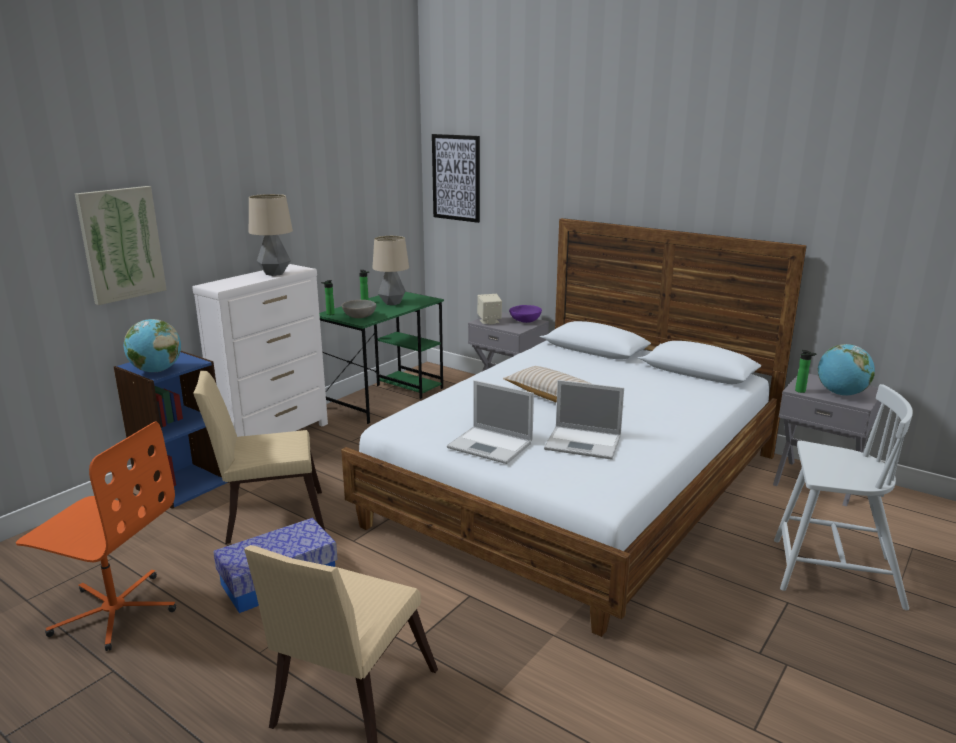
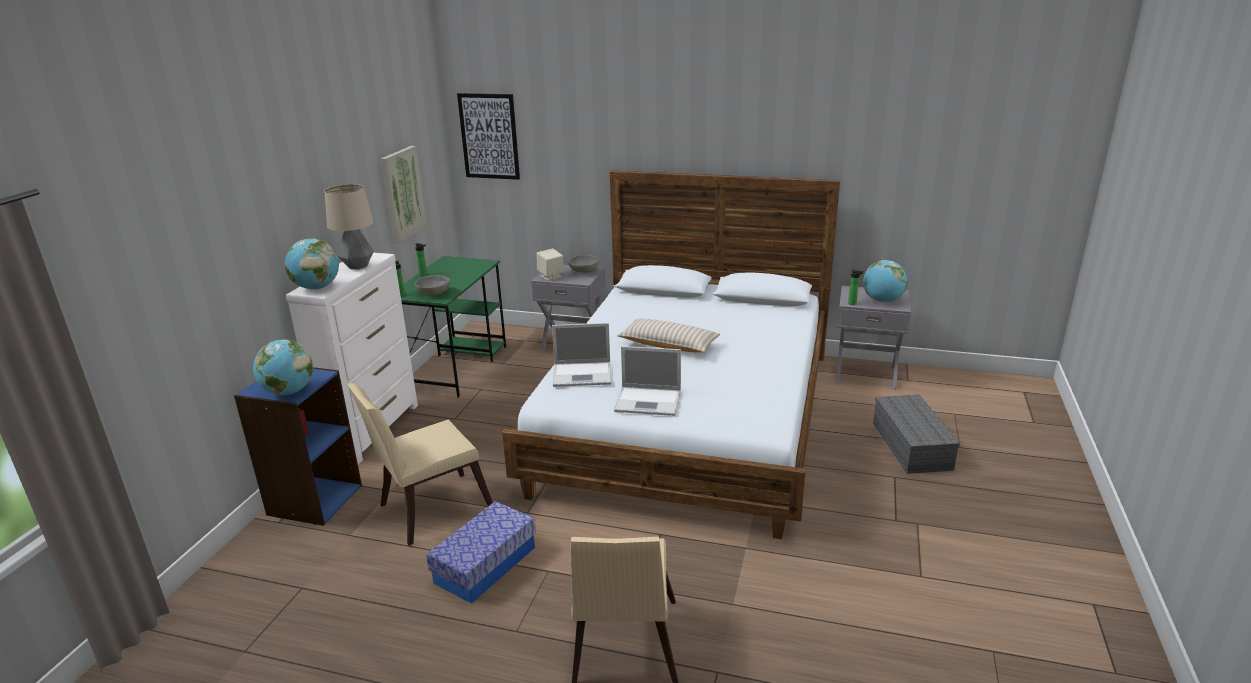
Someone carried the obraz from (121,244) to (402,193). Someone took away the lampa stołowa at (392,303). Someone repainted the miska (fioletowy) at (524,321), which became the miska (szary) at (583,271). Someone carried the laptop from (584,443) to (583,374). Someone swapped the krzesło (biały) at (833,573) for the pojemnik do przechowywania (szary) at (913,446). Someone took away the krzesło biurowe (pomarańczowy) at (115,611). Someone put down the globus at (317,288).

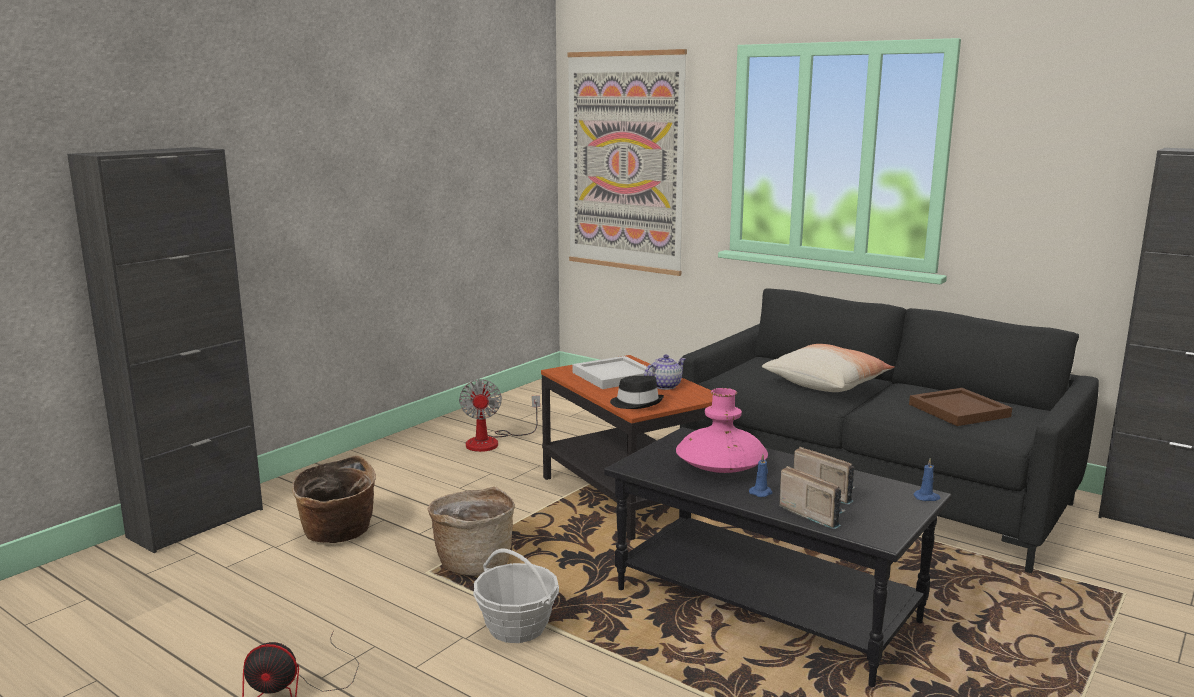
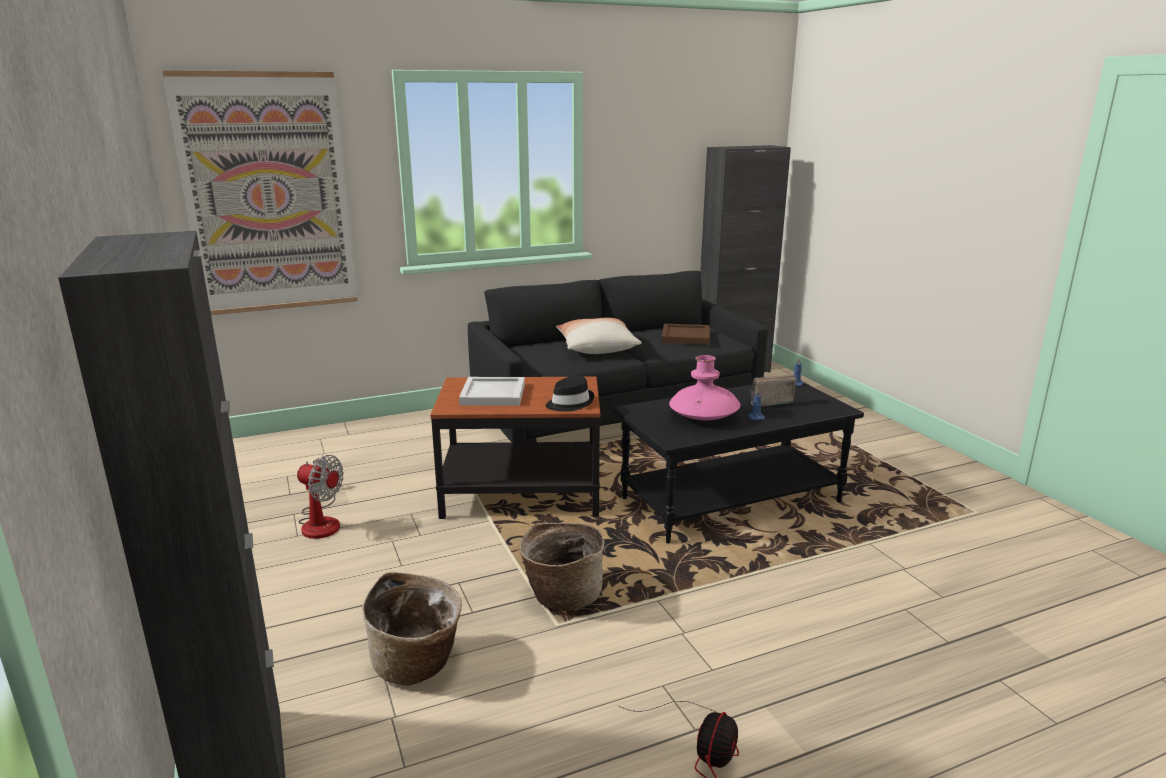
Someone took away the imbryk at (664,386). Someone took away the radio at (813,514). Someone took away the koszyk at (517,627).

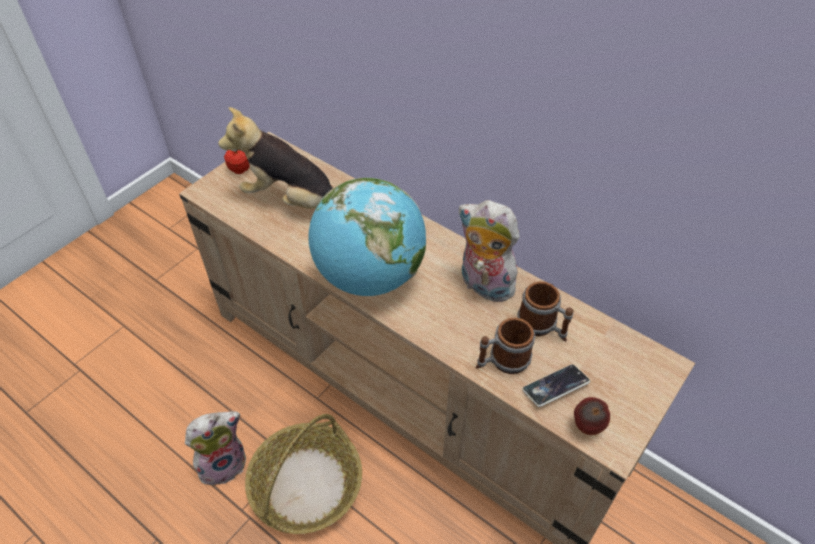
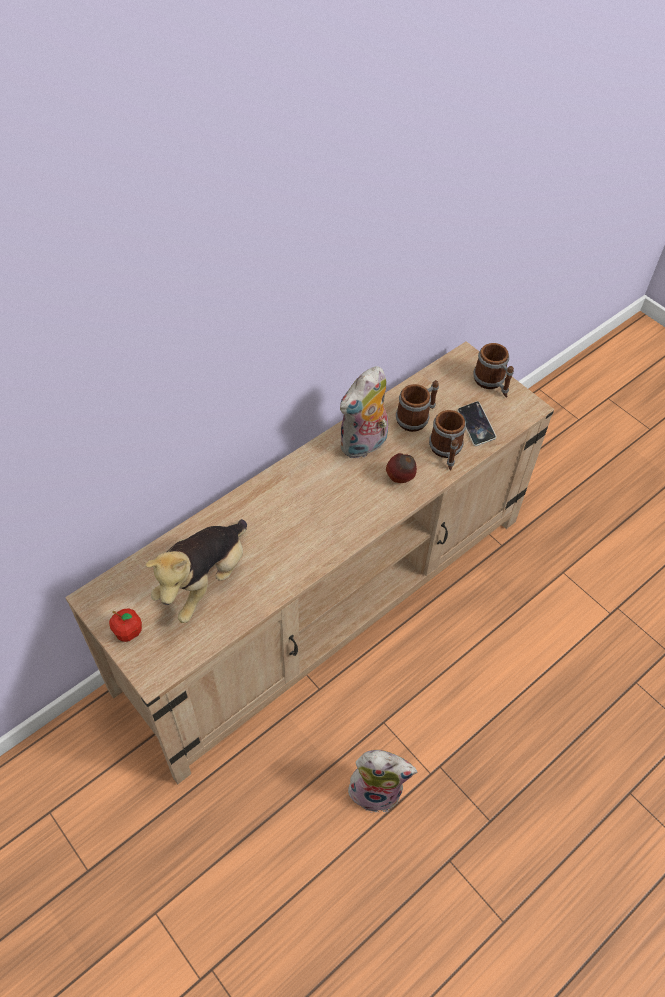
Someone took away the globus at (369,276). Someone carried the jabłko from (587,427) to (400,479). Someone rotated the pluszak at (223,463) by 120 degrees clockwise. Someone took away the koszyk at (306,484). Someone put down the kubek at (492,383).

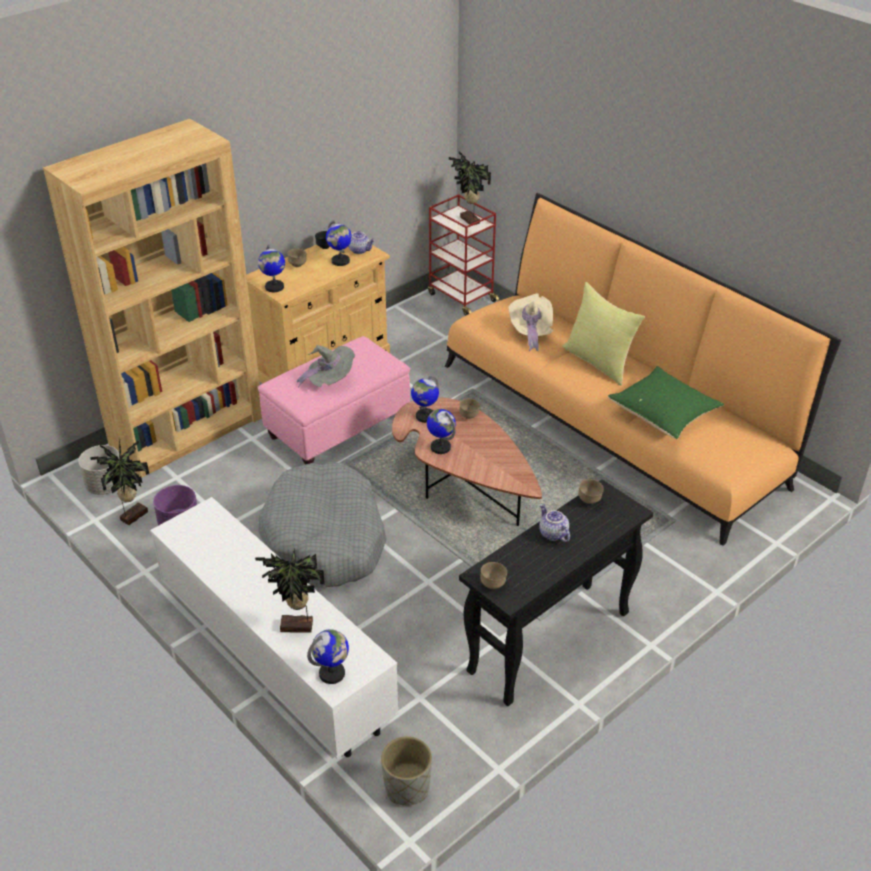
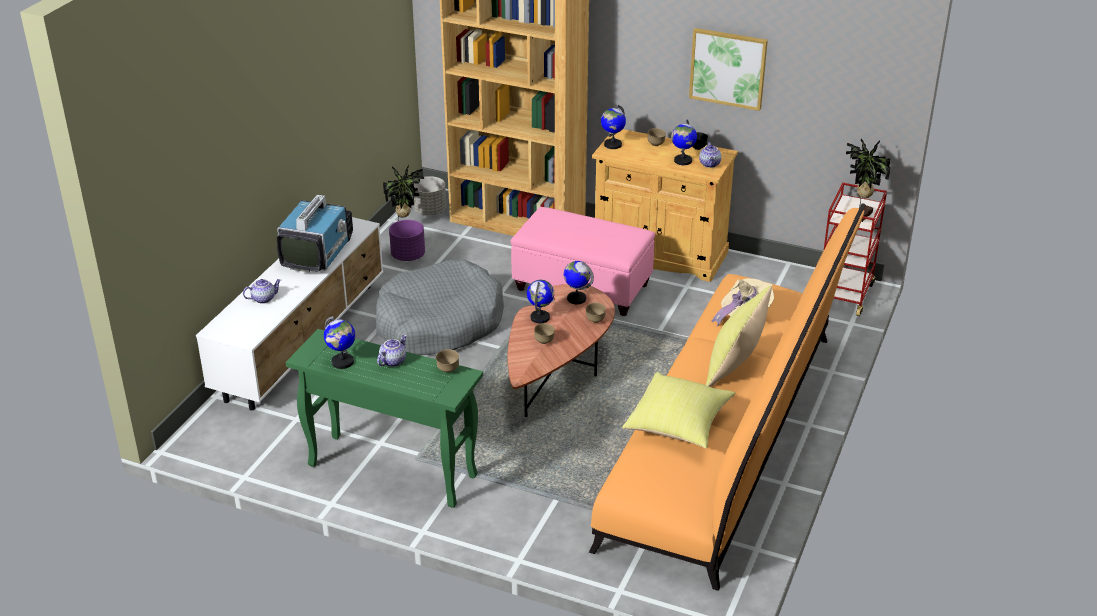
Someone took away the kapelusz (szary) at (330,381). Someone repainted the poduszka (zielony) at (664,415), which became the poduszka (żółty) at (678,425). Someone repainted the stolik konsolowy (czarny) at (548,643), which became the stolik konsolowy (zielony) at (390,470). Someone swapped the roślina doniczkowa at (297,628) for the imbryk at (263,298). Someone carried the miska (brązowy) from (493,584) to (544,342). Someone carried the globus from (332,673) to (342,362). Someone took away the donica (szary) at (407,787). Someone put up the obraz at (728,68). Someone put down the telewizor at (318,253).

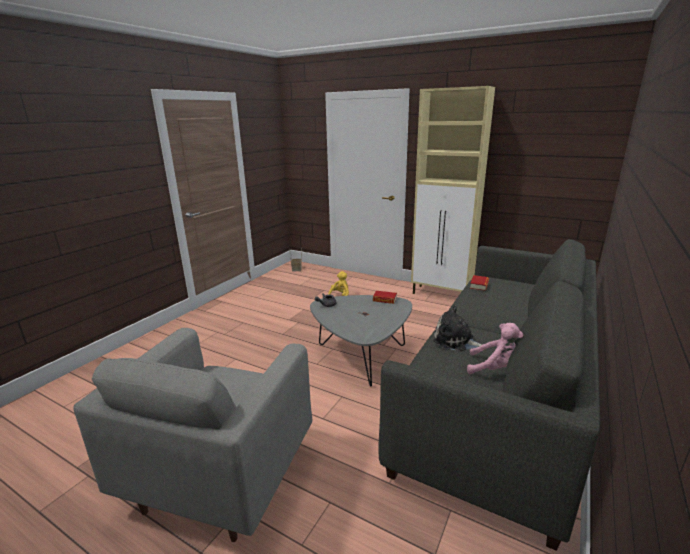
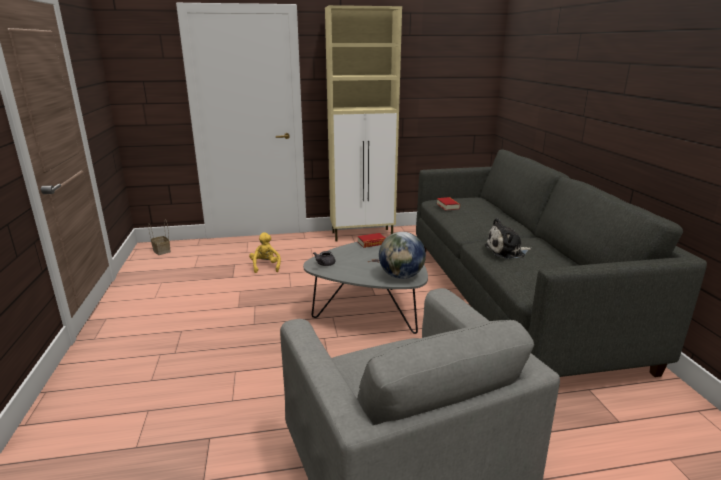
Someone took away the pluszak (różowy) at (494,368). Someone put down the globus at (401,276).

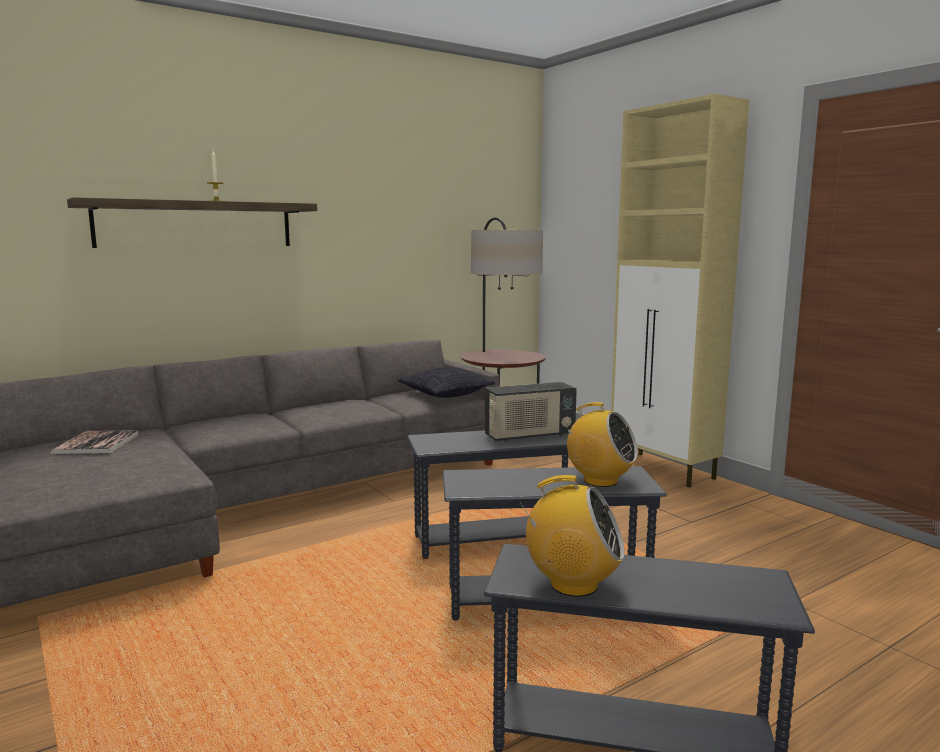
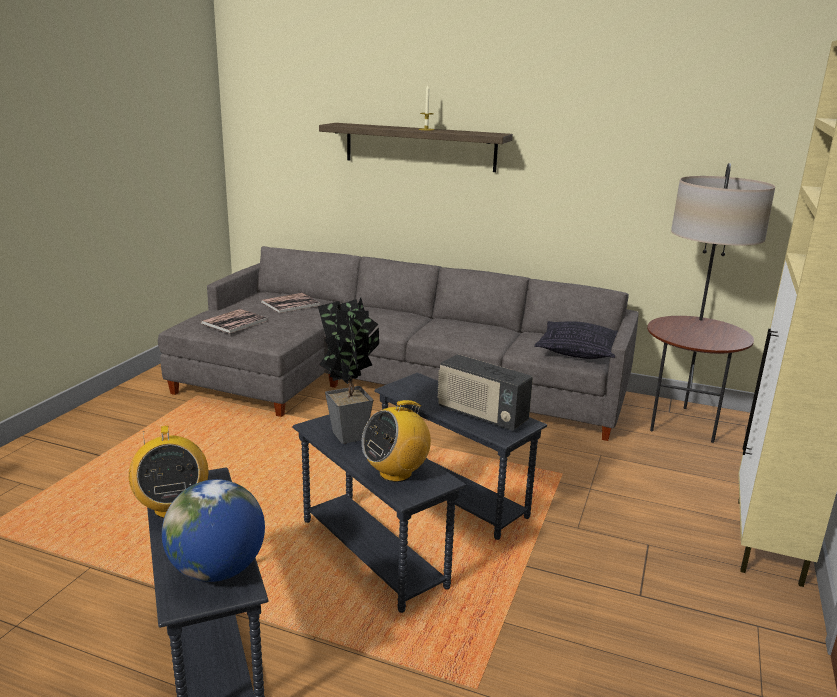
Someone rotated the radio at (600,481) by 60 degrees clockwise. Someone put down the roślina doniczkowa at (350,432). Someone put down the książka at (234,322). Someone put down the globus at (218,570).

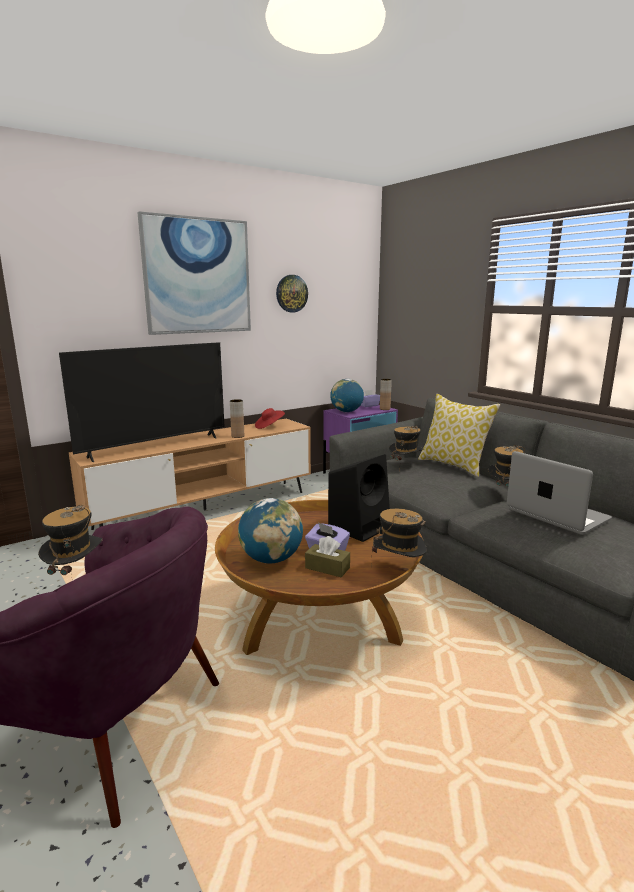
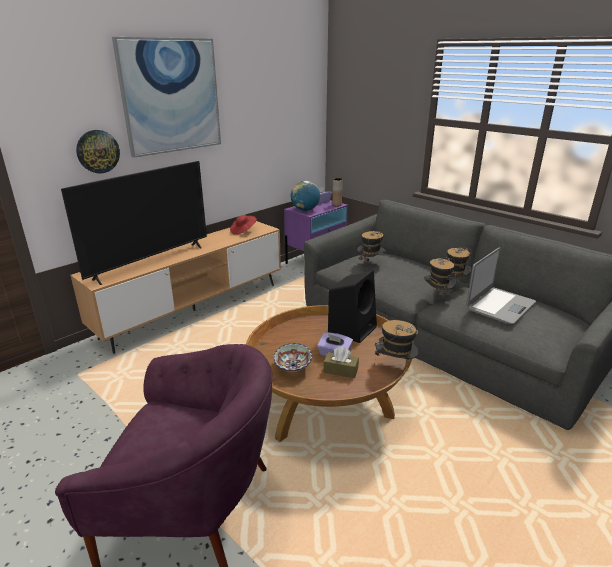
Someone carried the zegar ścienny from (291,293) to (98,151). Someone took away the poduszka at (454,465). Someone took away the wazon (brązowy) at (237,436). Someone rotated the laptop at (556,515) by 90 degrees clockwise. Someone swapped the globus at (271,559) for the miska at (293,367). Someone carried the kapelusz from (75,576) to (437,296).

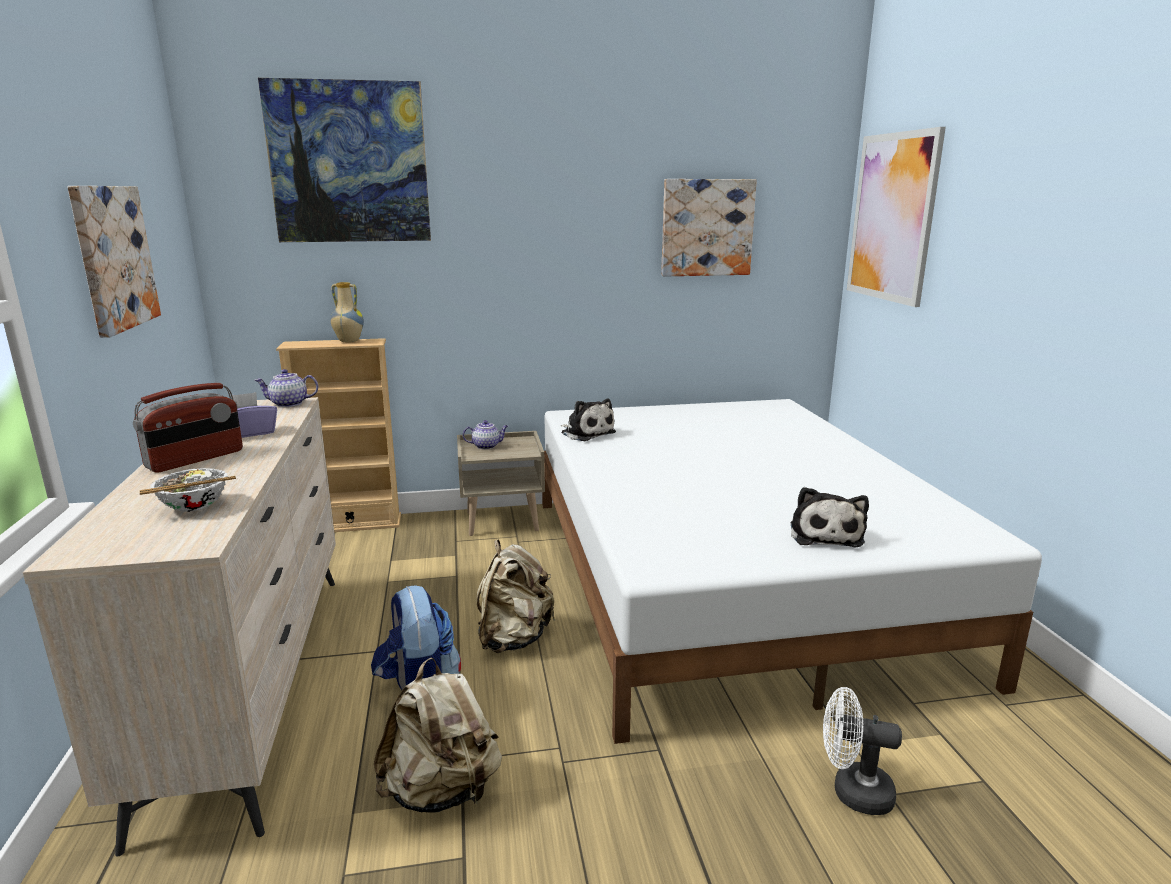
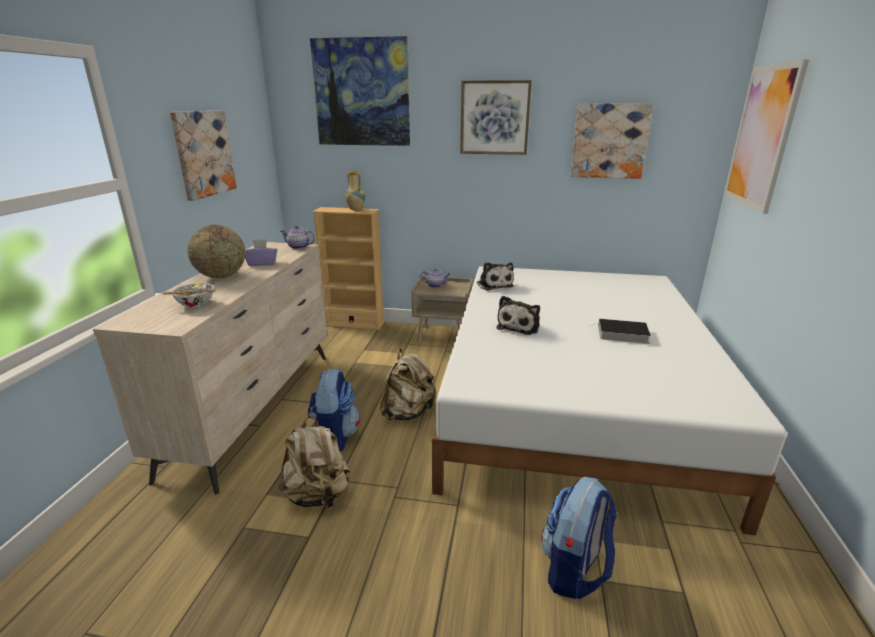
Someone swapped the radio at (196,459) for the globus at (221,276). Someone carried the pluszak from (825,534) to (519,326). Someone swapped the wentylator (biały) at (852,791) for the plecak at (574,570). Someone put up the obraz at (494,118). Someone put down the książka at (621,334).

